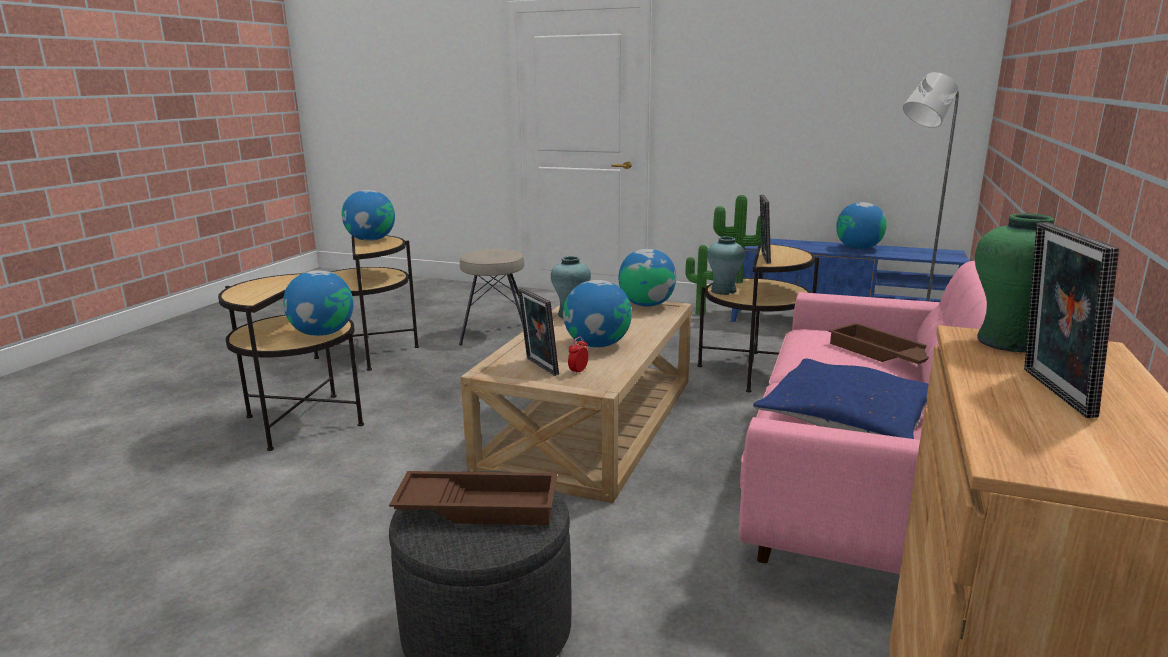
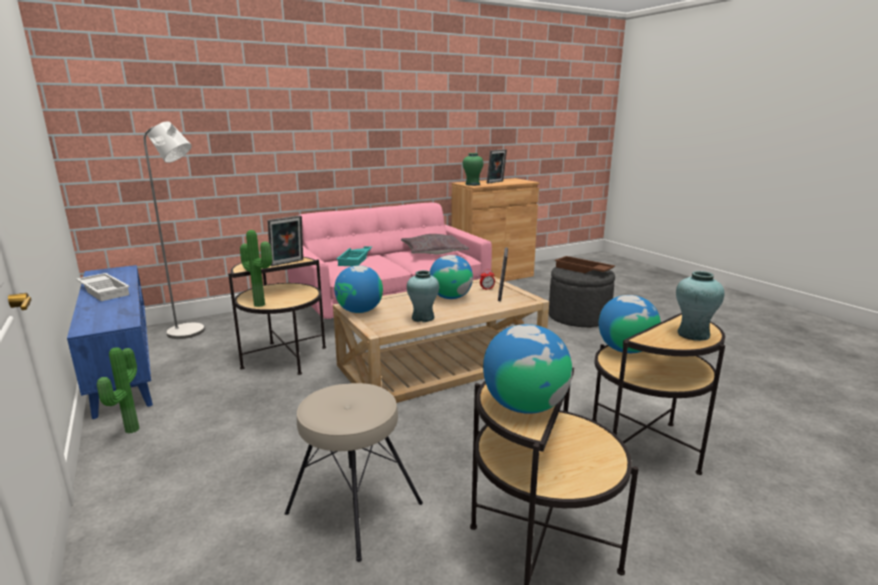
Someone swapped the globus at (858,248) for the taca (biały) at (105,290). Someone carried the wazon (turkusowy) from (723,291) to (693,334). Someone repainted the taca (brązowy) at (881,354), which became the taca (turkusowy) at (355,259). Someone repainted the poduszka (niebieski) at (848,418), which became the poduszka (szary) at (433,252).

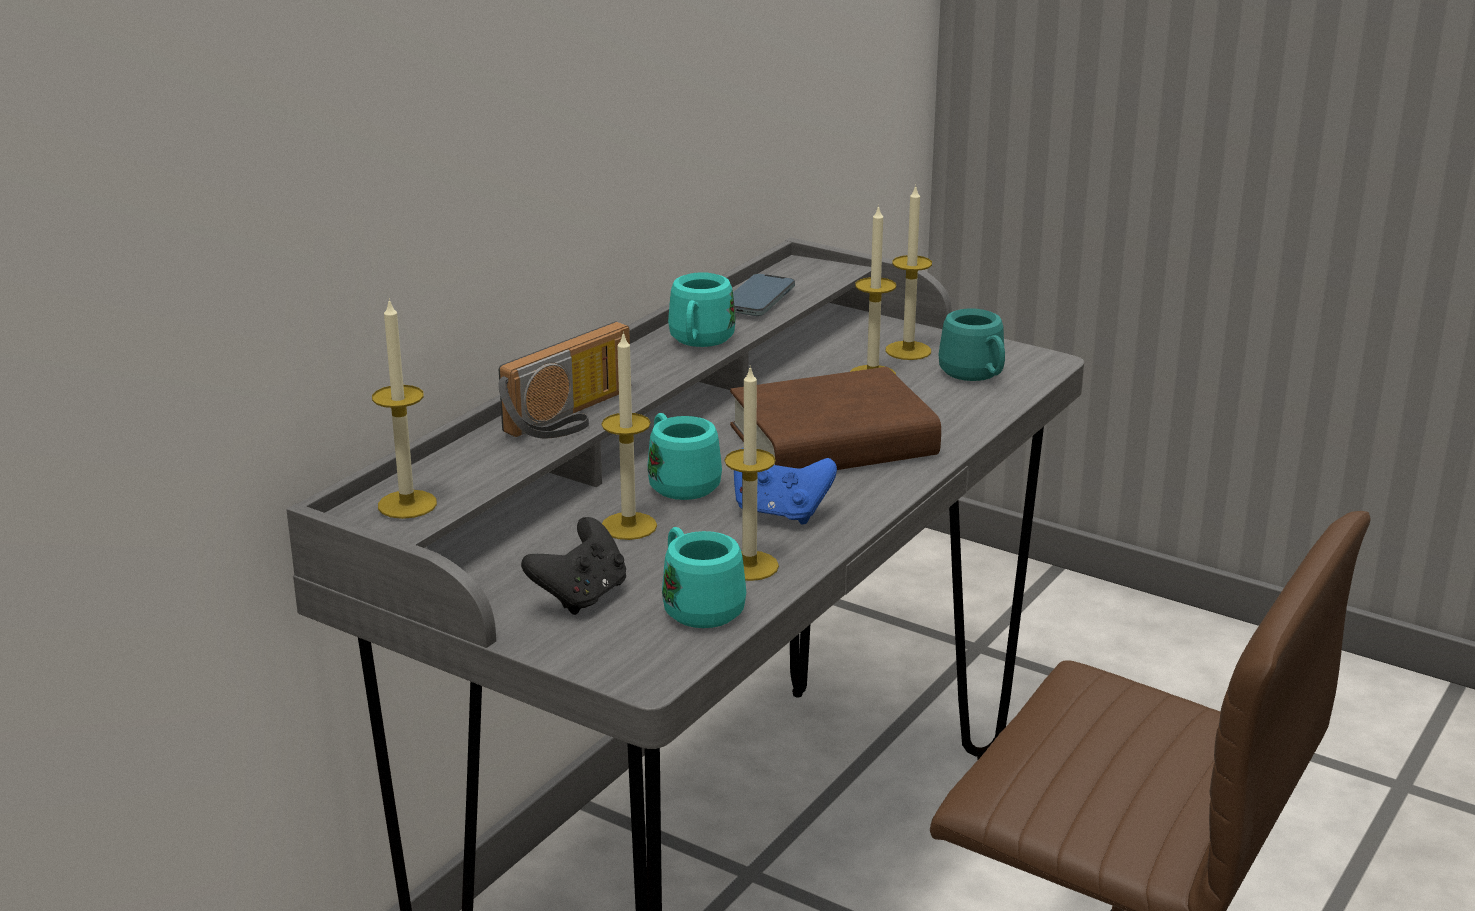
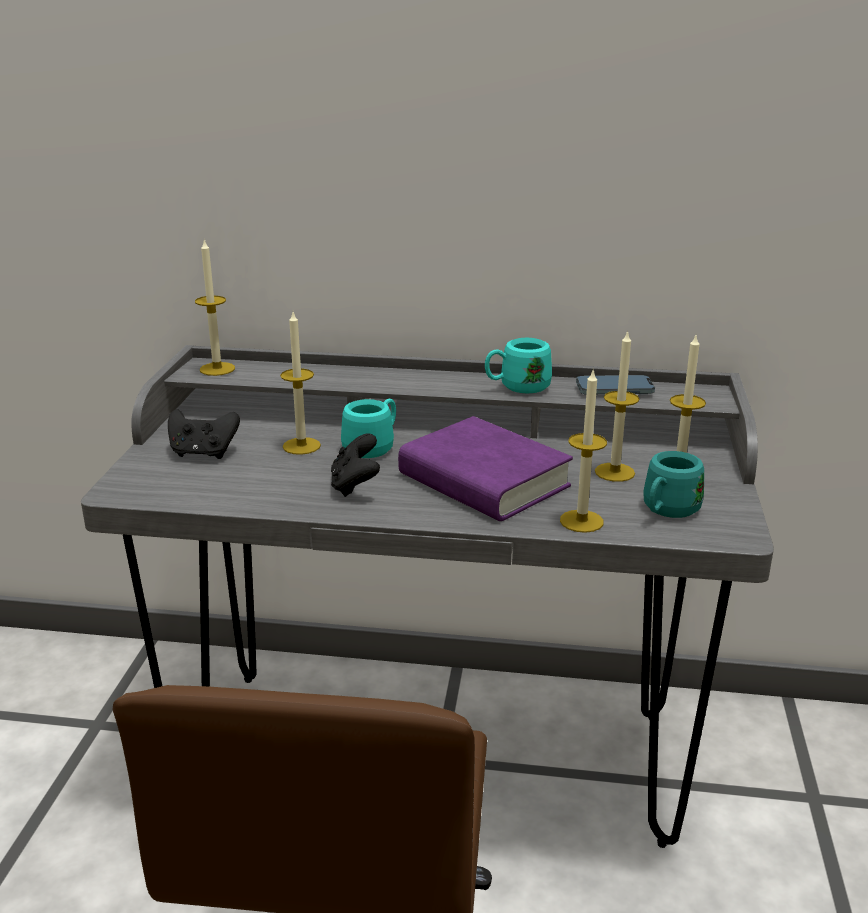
Someone took away the radio at (574,417). Someone carried the świeca from (749,566) to (581,521). Someone repainted the książka (brązowy) at (833,441), which became the książka (fioletowy) at (483,481). Someone repainted the pad do gier (niebieski) at (780,513), which became the pad do gier (czarny) at (355,486). Someone took away the kubek (turkusowy) at (697,605).

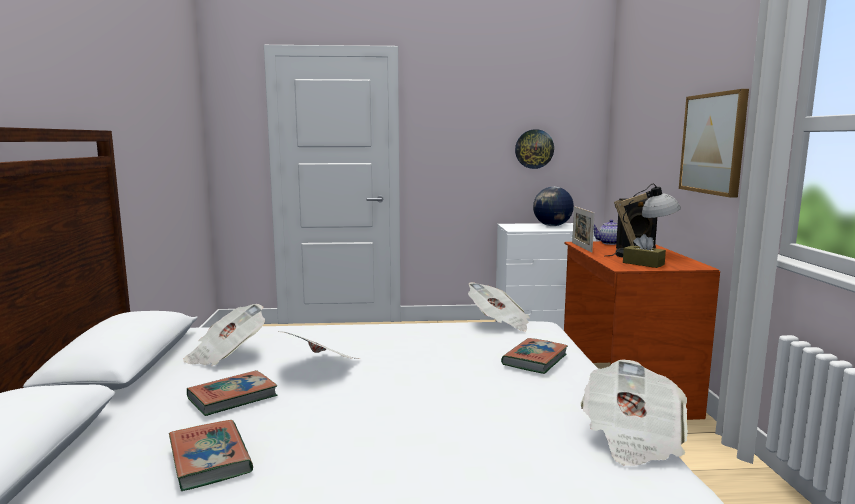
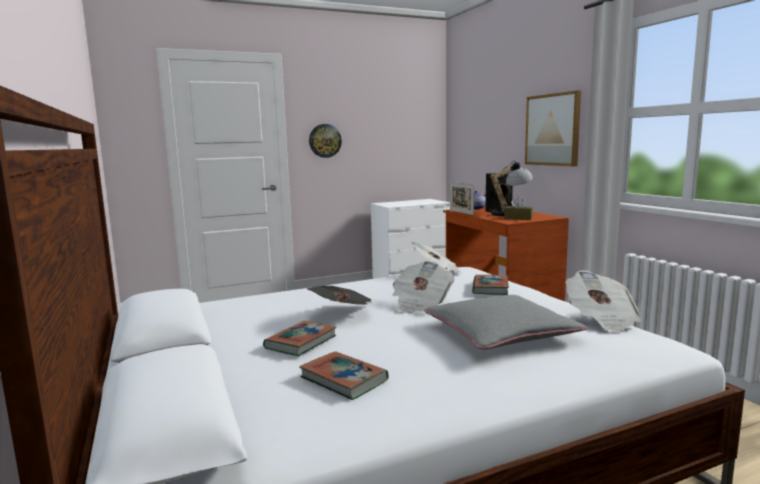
Someone carried the zegar ścienny from (534,149) to (325,141). Someone took away the globus at (552,226). Someone carried the gazeta from (226,355) to (420,304). Someone put down the poduszka (szary) at (500,332).

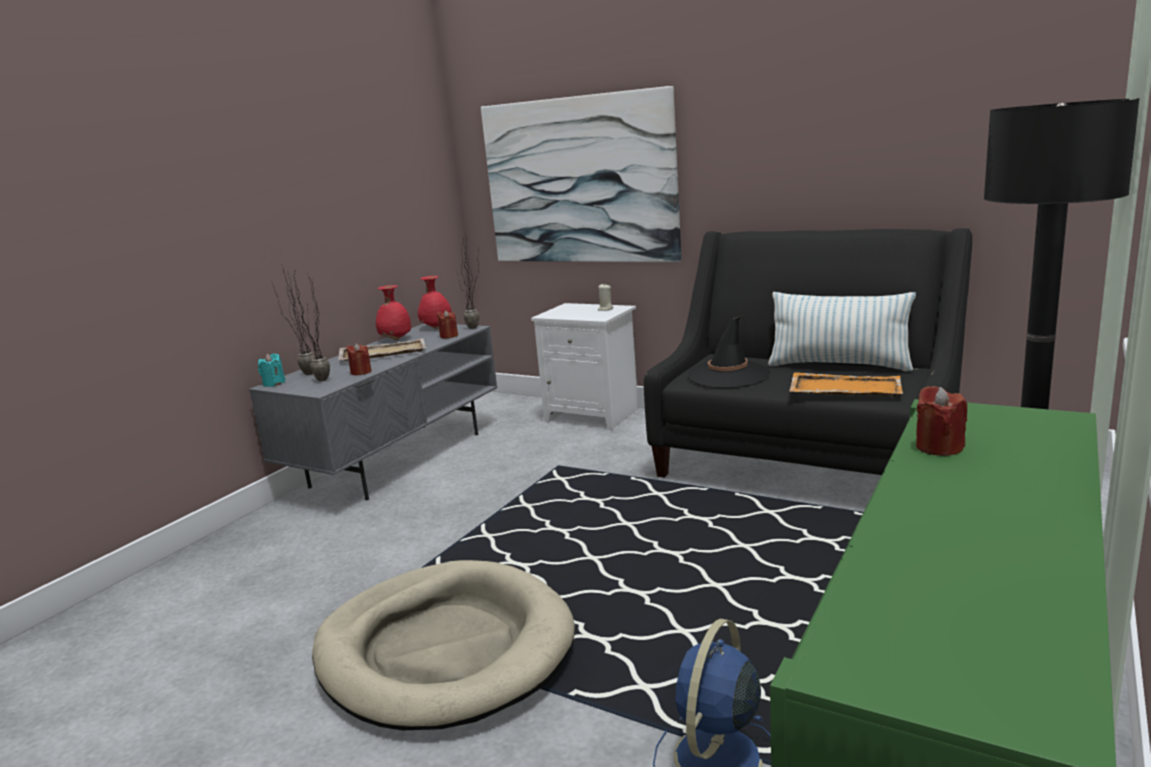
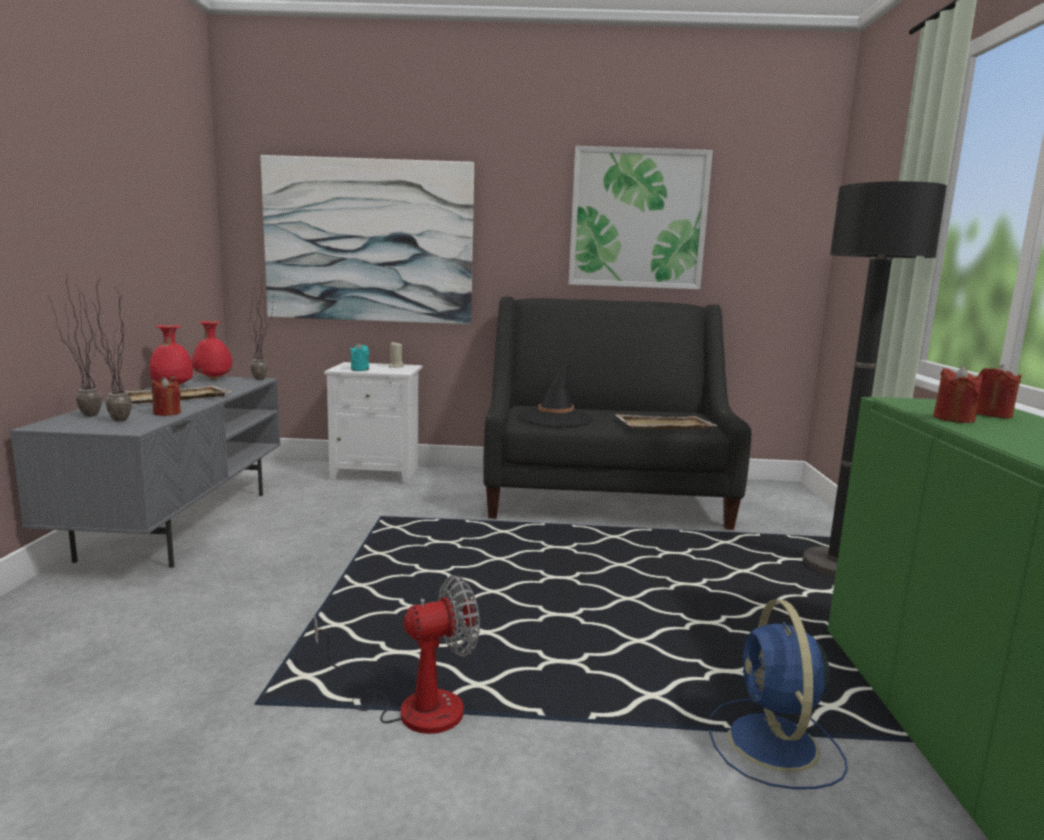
Someone took away the poduszka at (839,365). Someone carried the świeca (czerwony) from (449,336) to (992,414). Someone carried the świeca (turkusowy) from (274,383) to (360,369). Someone repainted the taca (pomarańczowy) at (844,388), which became the taca (beżowy) at (663,425). Someone swapped the legowisko (beżowy) at (445,650) for the wentylator at (411,705). Someone put up the obraz at (638,219).

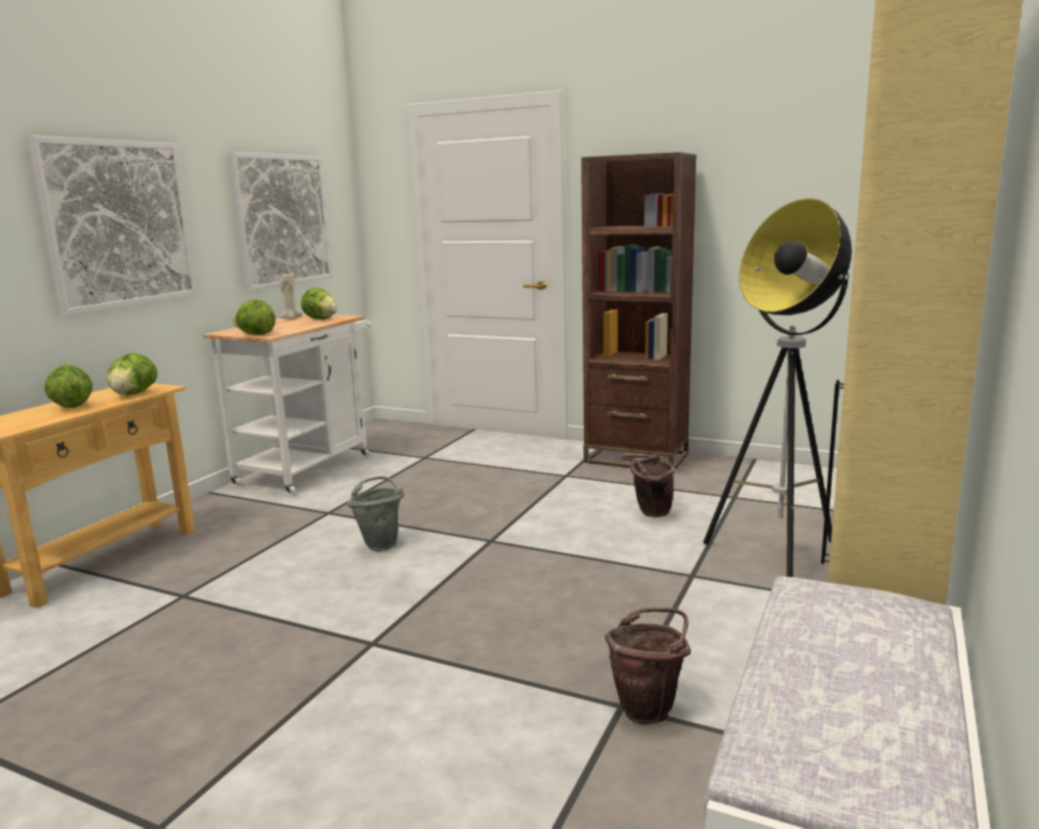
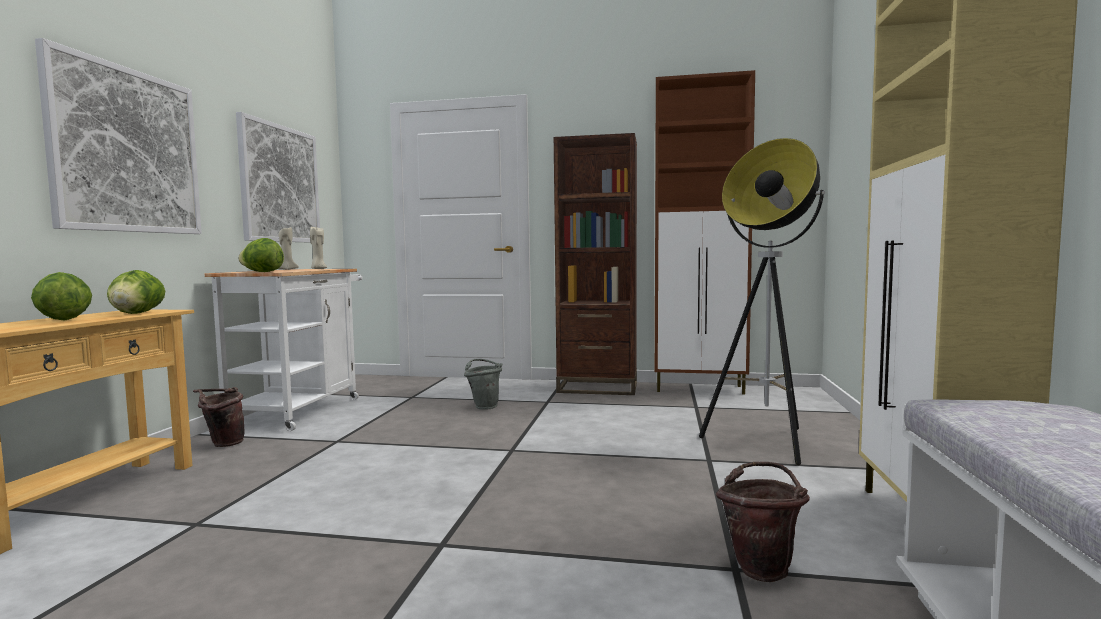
Someone swapped the sałata at (321,319) for the świeca (beżowy) at (318,269). Someone carried the wiadro (brązowy) from (649,513) to (222,444). Someone carried the wiadro (szary) from (381,543) to (484,406). Someone put down the szafka (brązowy) at (700,389).

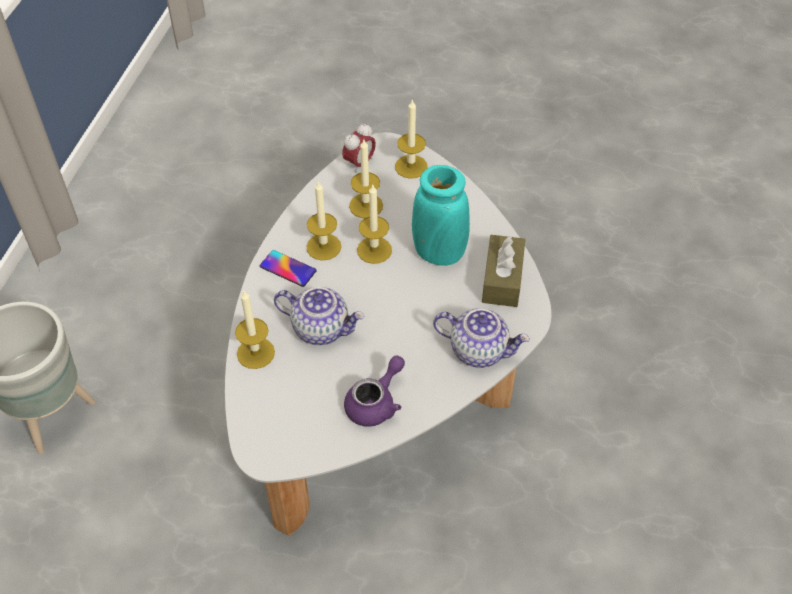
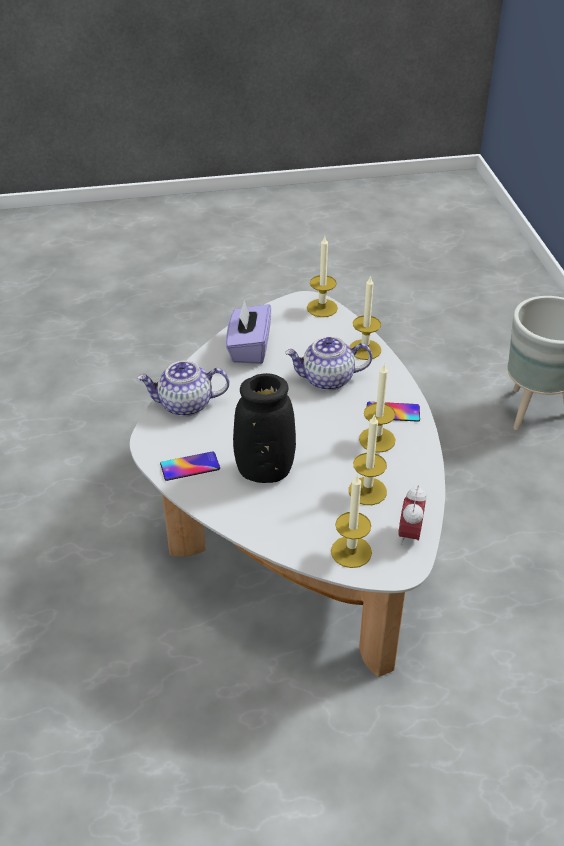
Someone repainted the wazon (turkusowy) at (439,252), which became the wazon (czarny) at (265,471). Someone carried the świeca from (374,250) to (322,308). Someone swapped the pudełko chusteczek (brązowy) at (502,279) for the telefon at (190,466). Someone swapped the imbryk (fioletowy) at (376,403) for the pudełko chusteczek (fioletowy) at (249,348).

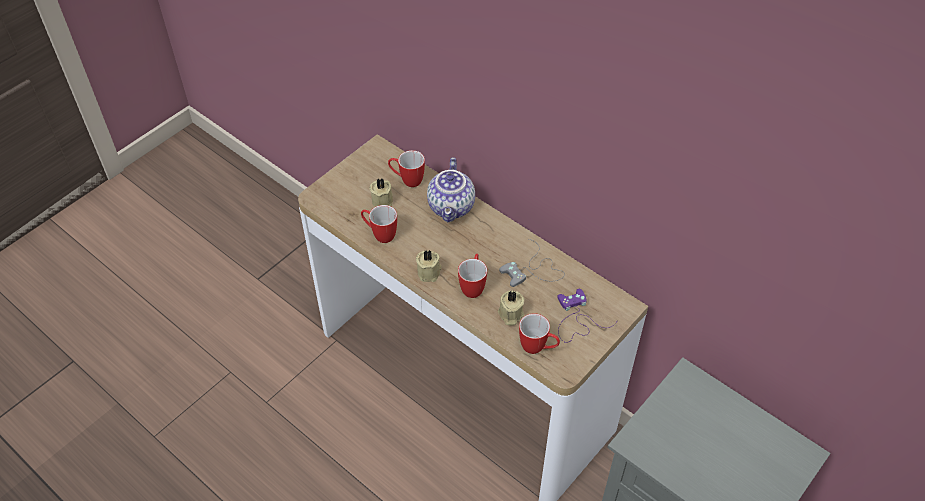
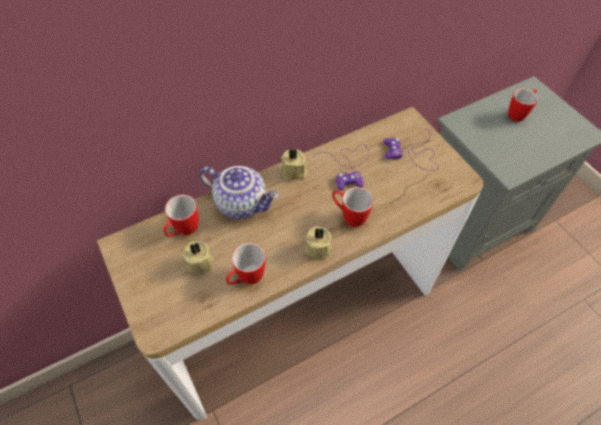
Someone repainted the pad do gier (szary) at (533,270), which became the pad do gier (fioletowy) at (348,166). Someone carried the świeca (beżowy) from (510,314) to (294,172). Someone carried the kubek from (538,348) to (518,114).

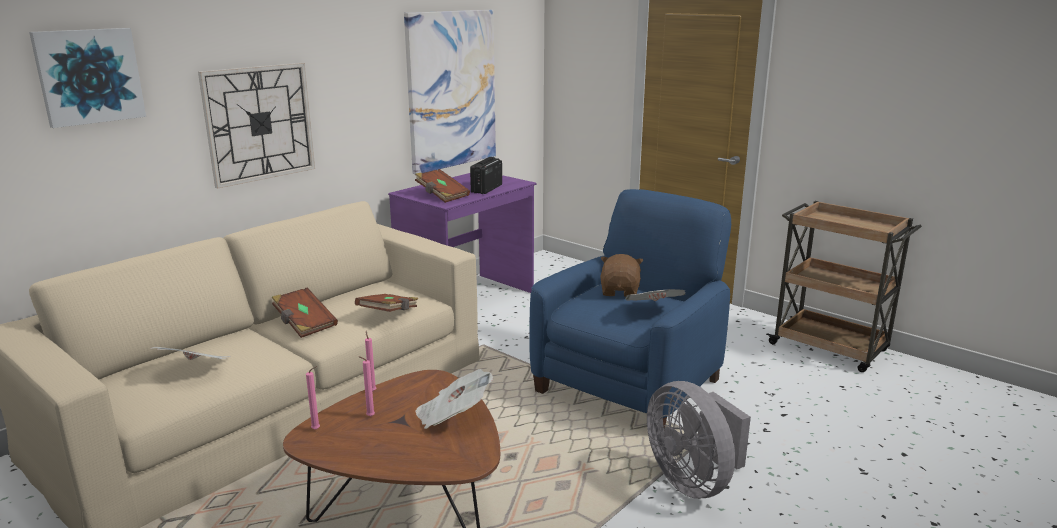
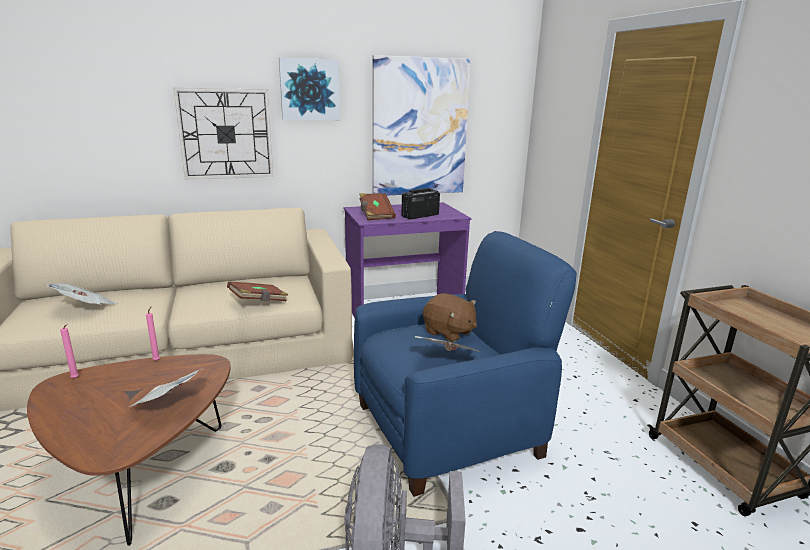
Someone carried the obraz from (89,76) to (309,89). Someone rotated the pluszak (brązowy) at (620,292) by 90 degrees clockwise. Someone took away the książka (brązowy) at (304,324). Someone took away the świeca (różowy) at (369,416).

